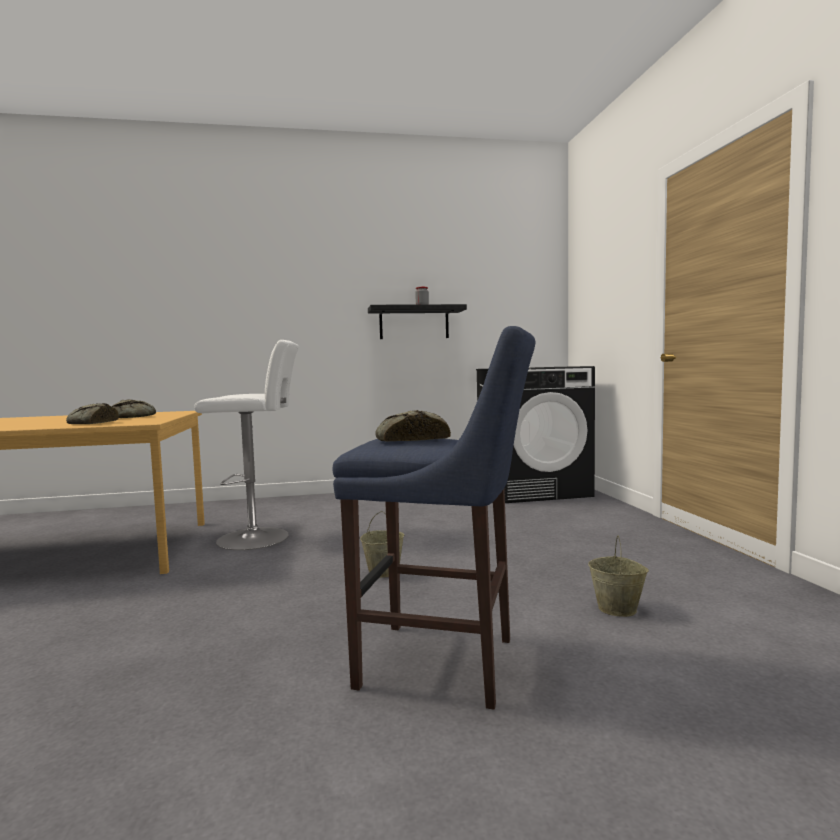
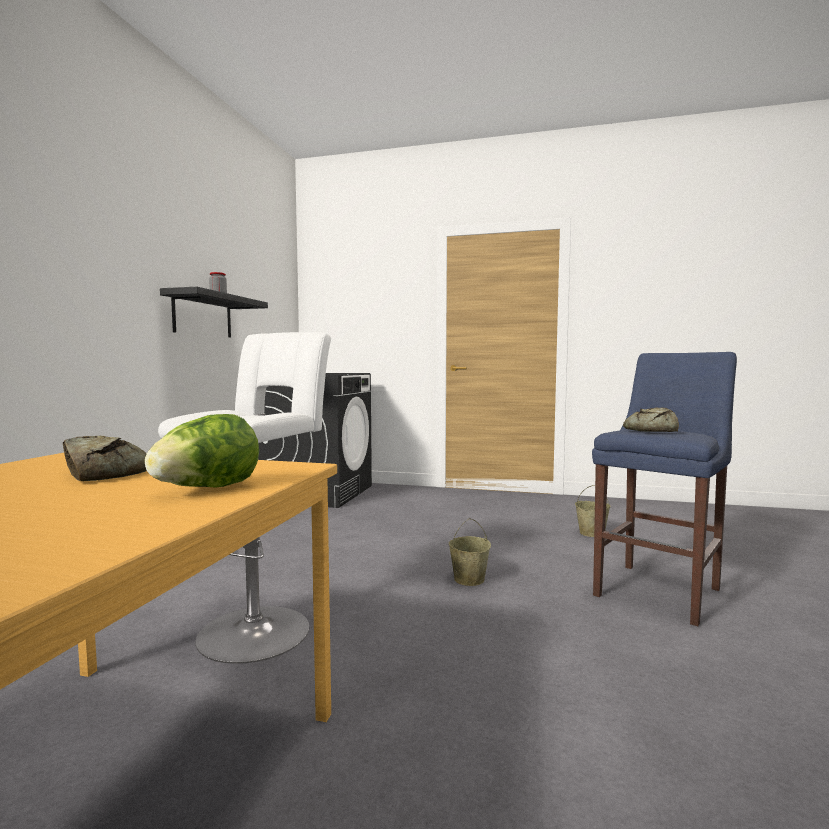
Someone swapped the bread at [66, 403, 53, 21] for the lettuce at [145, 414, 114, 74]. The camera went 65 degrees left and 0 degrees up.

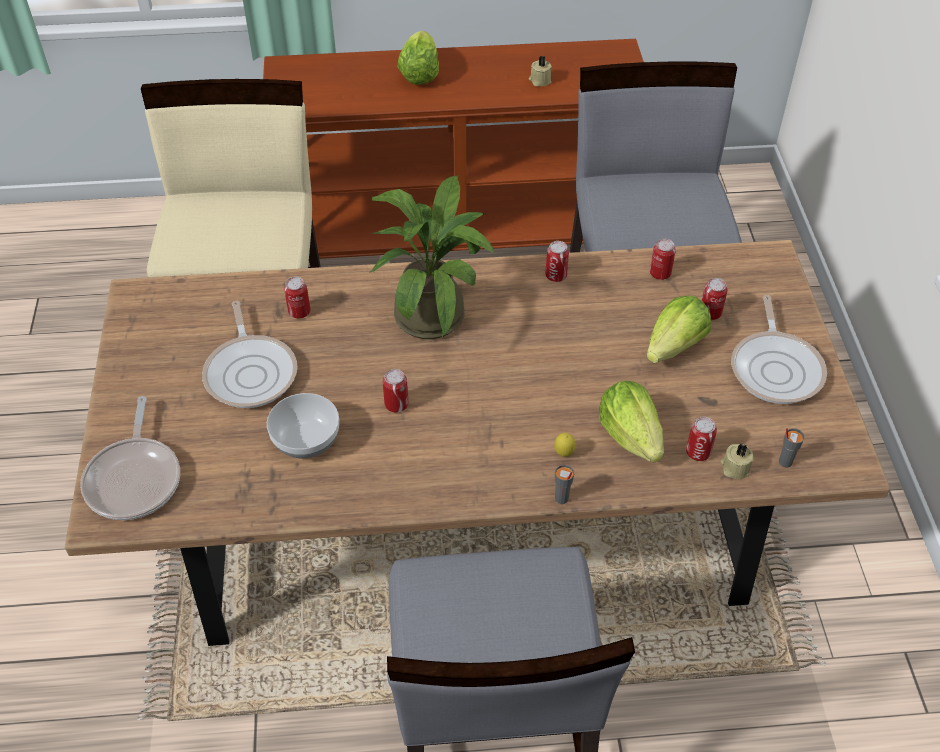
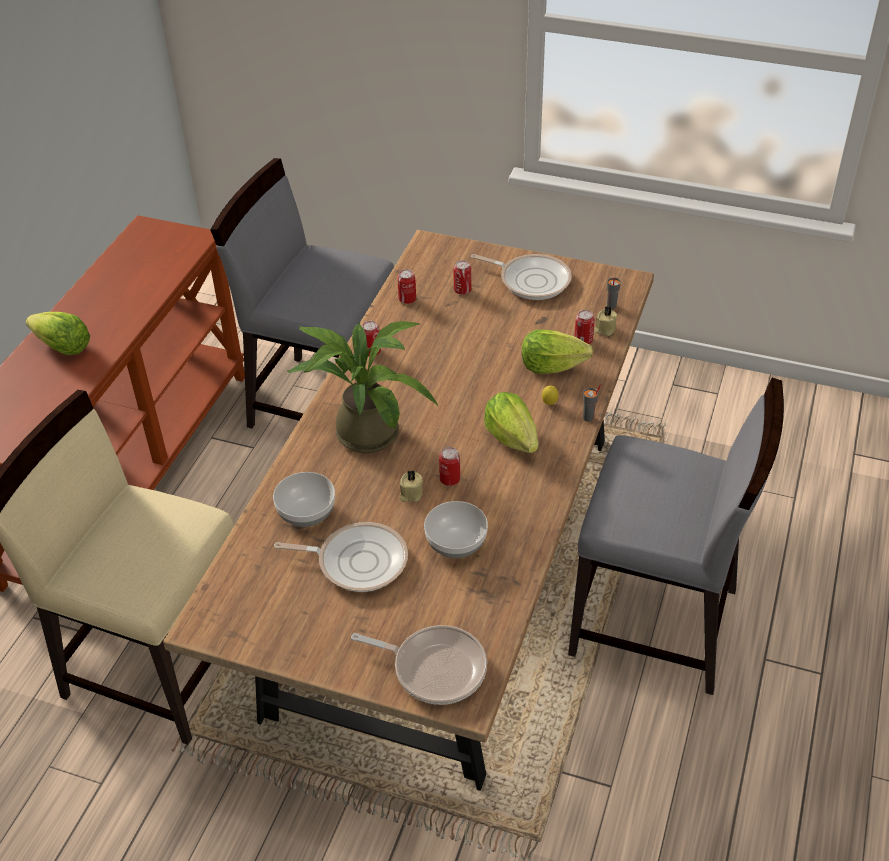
Someone carried the beige candle from [529, 55, 23, 31] to [399, 470, 24, 32]. Someone carried the lettuce from [647, 295, 64, 68] to [484, 392, 54, 61]. Someone swapped the can at [284, 277, 27, 42] for the bowl at [273, 472, 62, 55]. The camera went 65 degrees left and 5 degrees down.

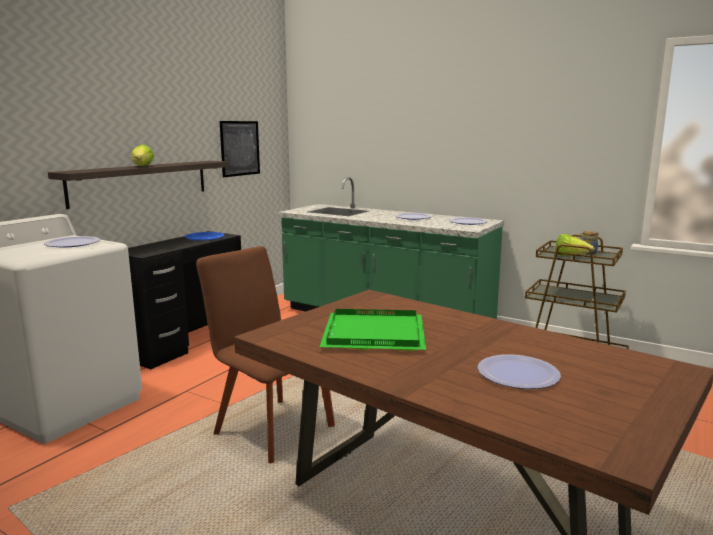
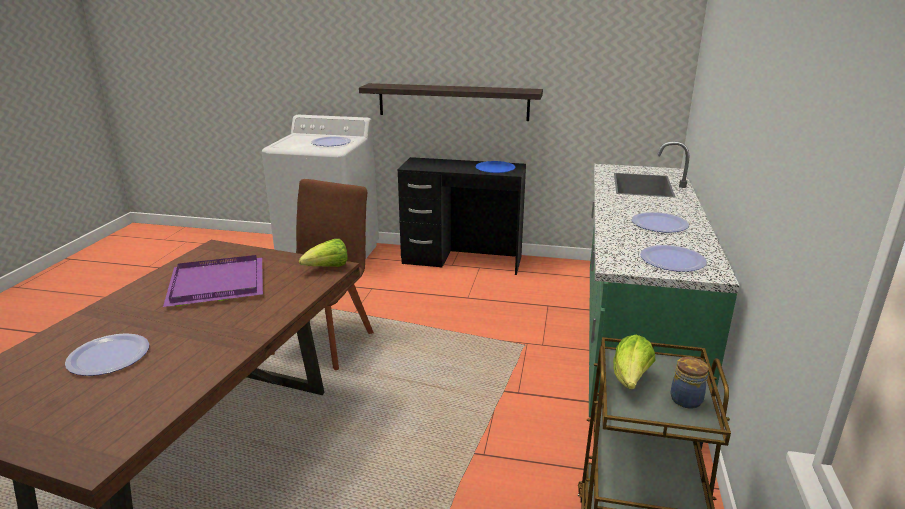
Someone took away the picture at [220, 121, 40, 56]. Someone carried the lettuce from [132, 144, 22, 22] to [299, 239, 49, 28]. Someone repainted the green tray at [319, 309, 107, 43], which became the purple tray at [163, 255, 100, 52]. The camera went 70 degrees right and 10 degrees up.

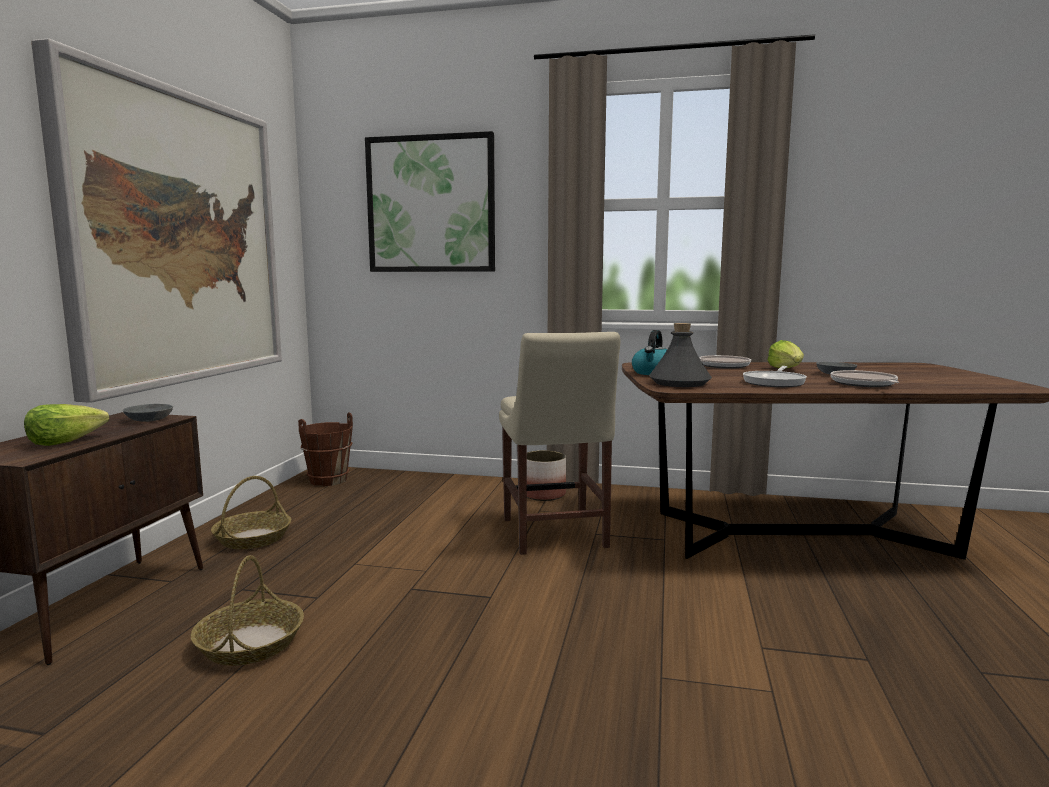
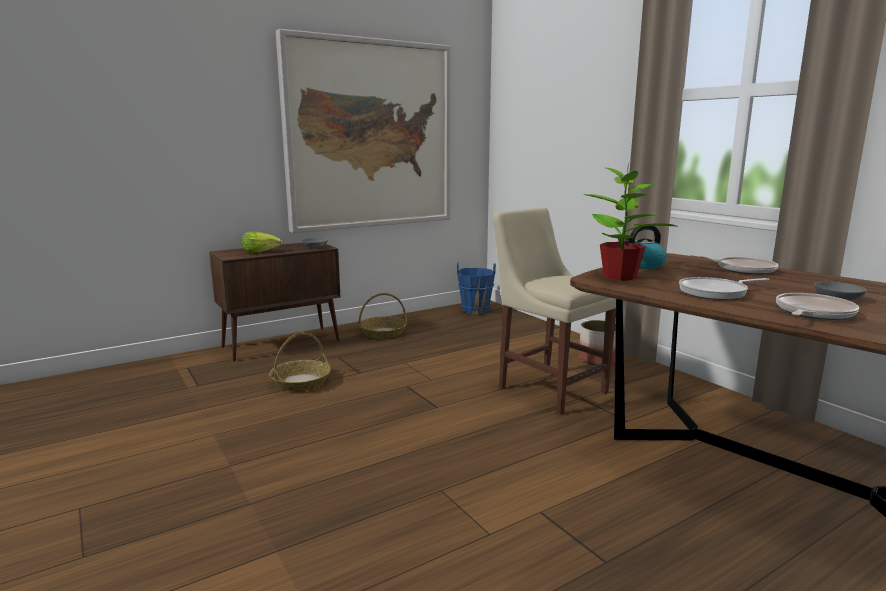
Someone took away the picture at [365, 131, 130, 141]. Someone took away the lettuce at [768, 340, 36, 28]. Someone swapped the grey bottle at [649, 323, 63, 64] for the potted plant at [584, 162, 92, 118]. Someone repainted the brown bucket at [298, 412, 55, 74], which became the blue bucket at [457, 263, 39, 52]. Someone rotated the beige chair at [499, 332, 121, 223] by 105 degrees clockwise. The camera went 45 degrees right and 5 degrees up.

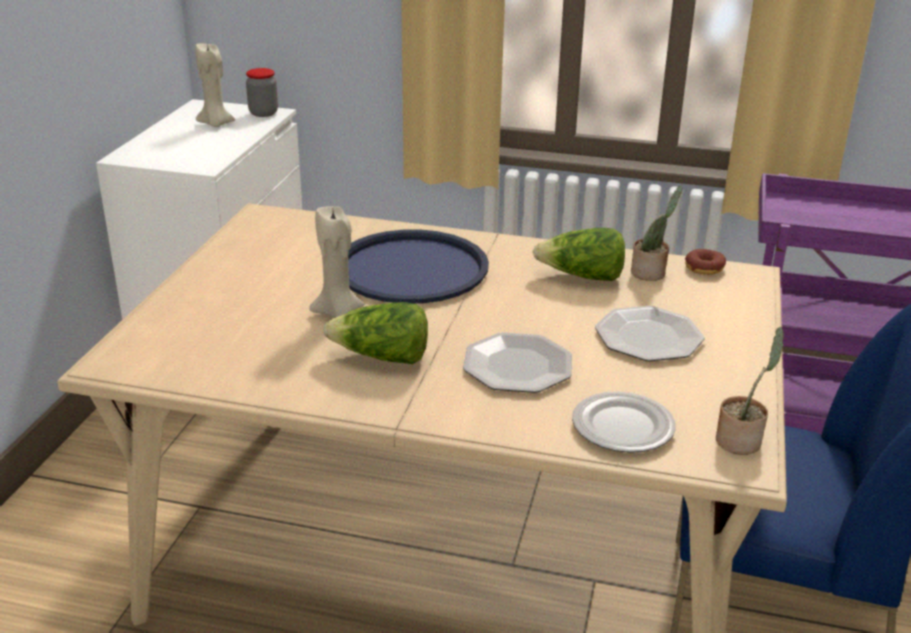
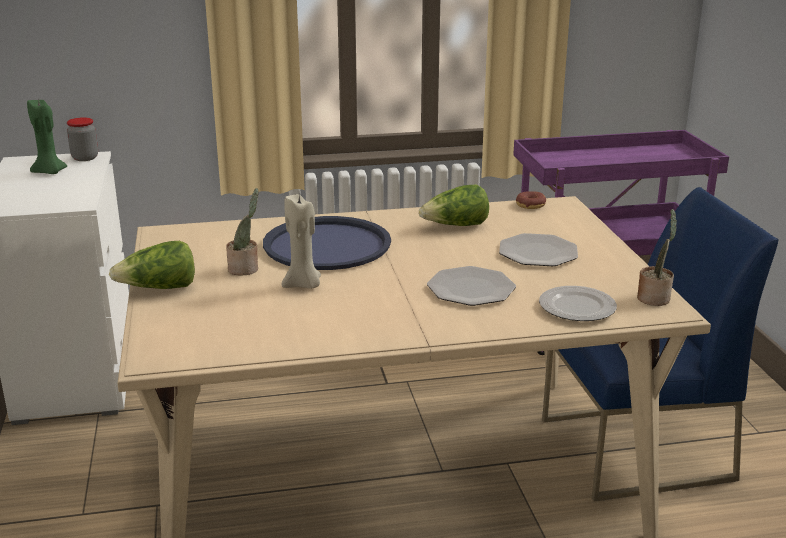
Someone carried the lettuce from [323, 302, 105, 62] to [109, 241, 86, 48]. Someone carried the potted plant from [631, 185, 51, 96] to [226, 188, 33, 88]. Someone repainted the beige candle at [195, 42, 40, 85], which became the green candle at [27, 99, 41, 75]. The camera went 25 degrees left and 5 degrees down.

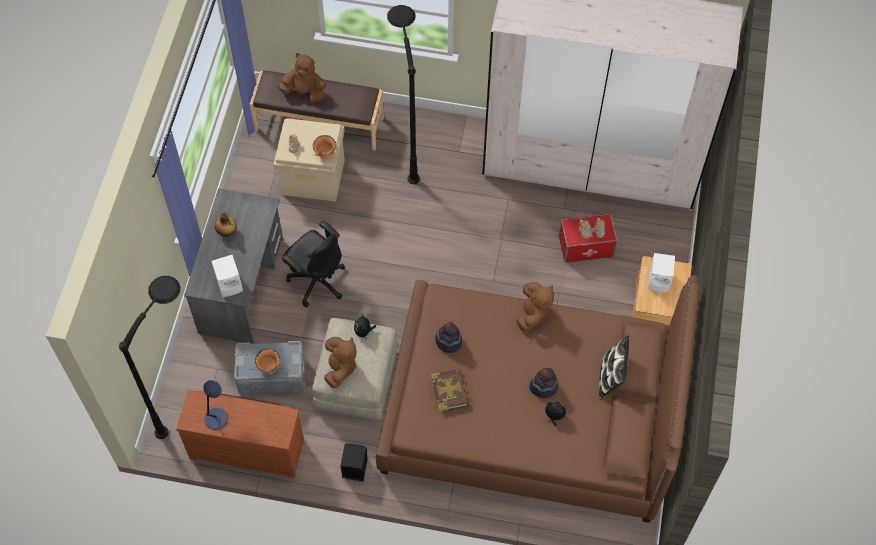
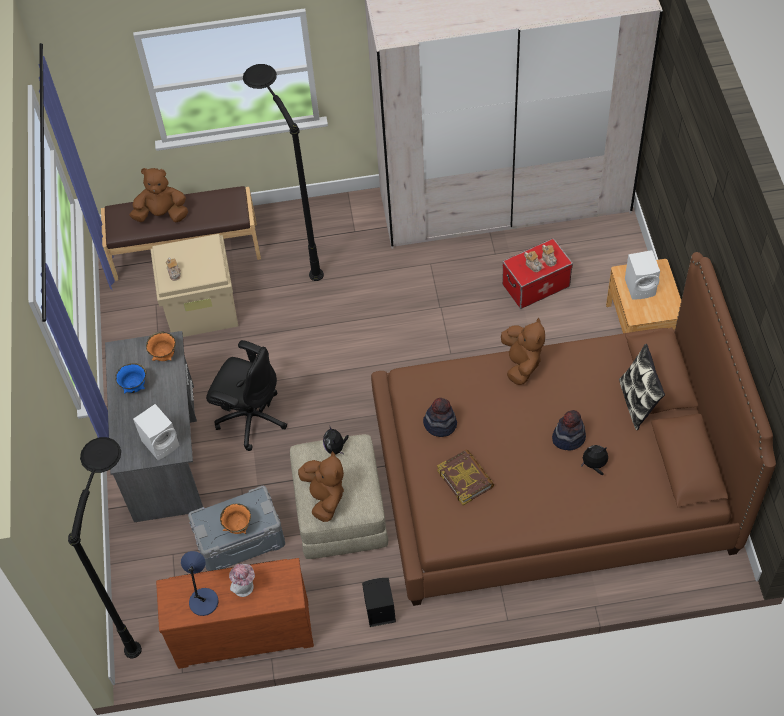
Someone put down the hat at [229, 564, 26, 33]. Someone carried the orange bowl from [313, 135, 24, 25] to [146, 332, 30, 29]. Someone swapped the bottle at [215, 212, 22, 25] for the blue bowl at [115, 363, 32, 30]. The camera went 15 degrees left and 5 degrees down.

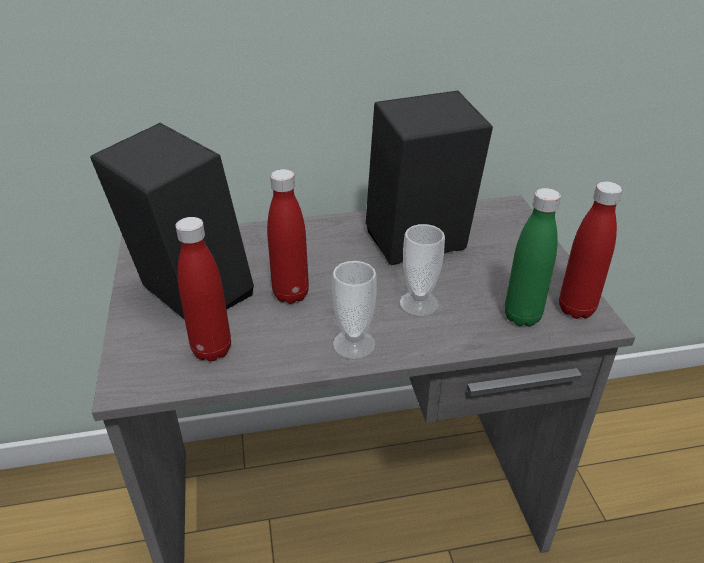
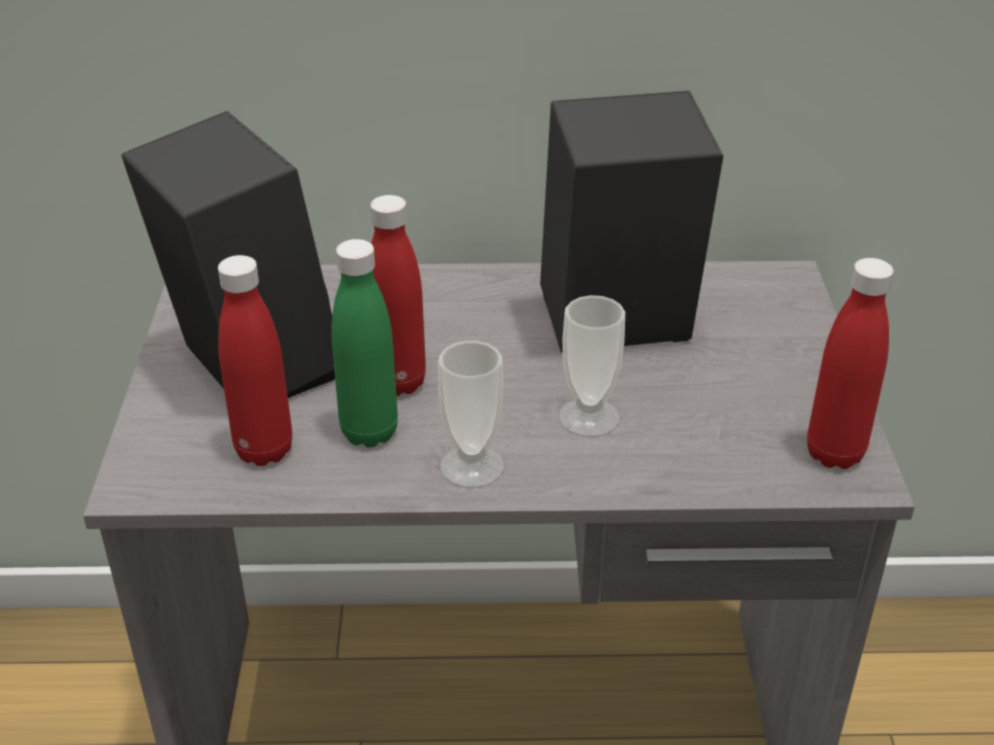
Someone carried the green bottle from [505, 188, 56, 139] to [331, 239, 67, 209]. The camera went 10 degrees right and 0 degrees up.

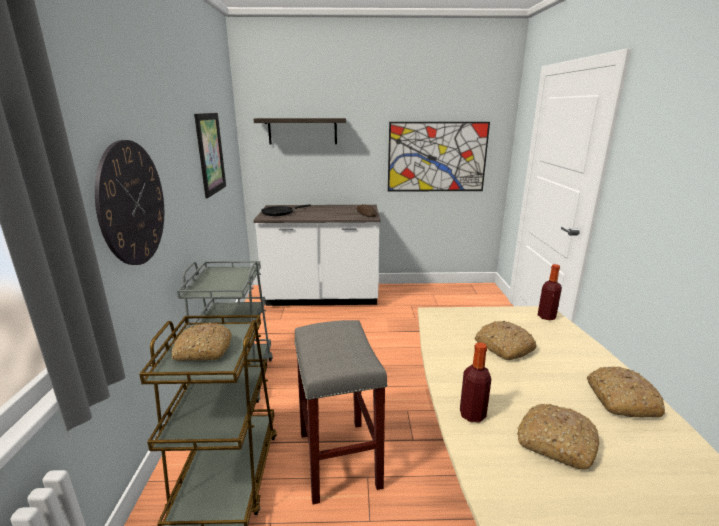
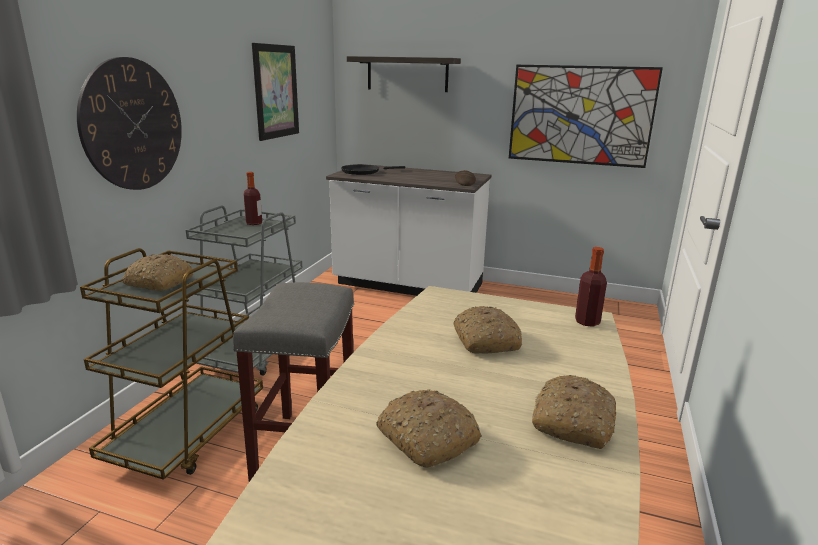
Someone carried the bottle from [460, 342, 31, 80] to [243, 172, 19, 53]. The camera went 20 degrees right and 0 degrees up.

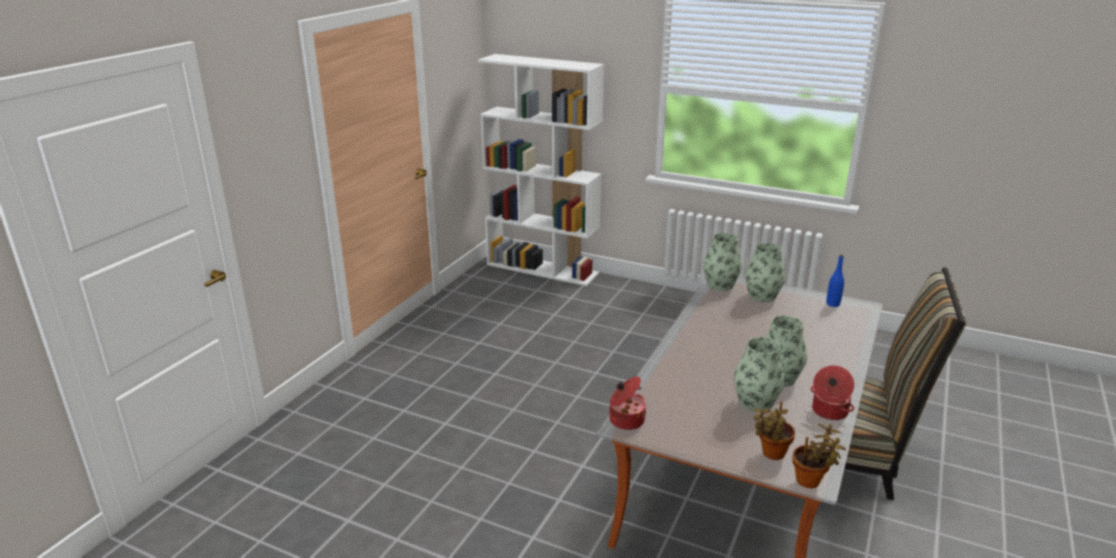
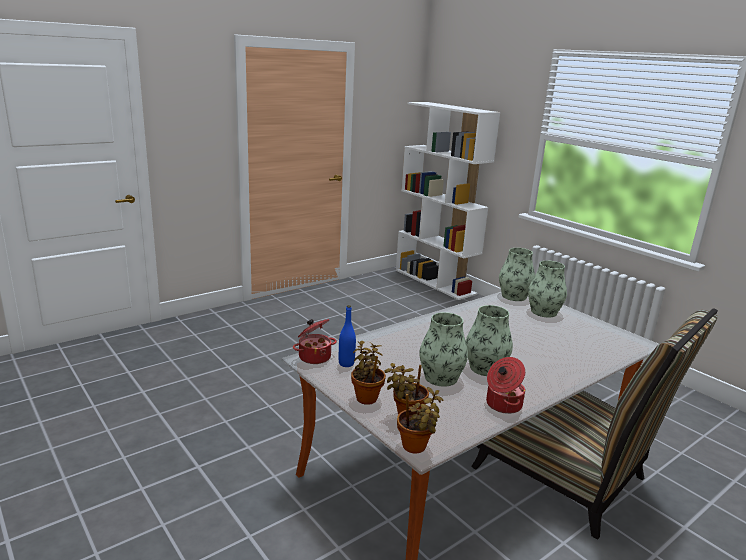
Someone put down the potted plant at [351, 341, 35, 64]. Someone carried the blue bottle from [826, 255, 18, 52] to [339, 305, 17, 62]. The camera went 25 degrees right and 5 degrees down.

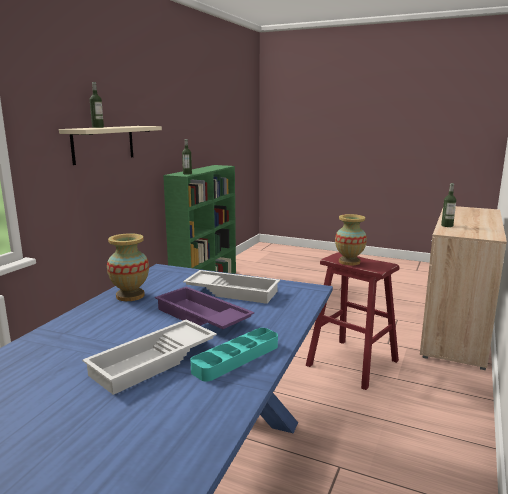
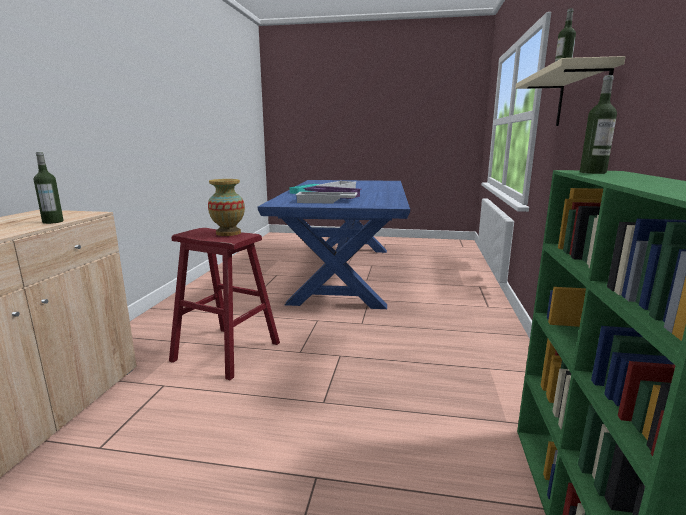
Someone took away the vase at [107, 233, 42, 68]. The camera went 165 degrees right and 0 degrees up.

